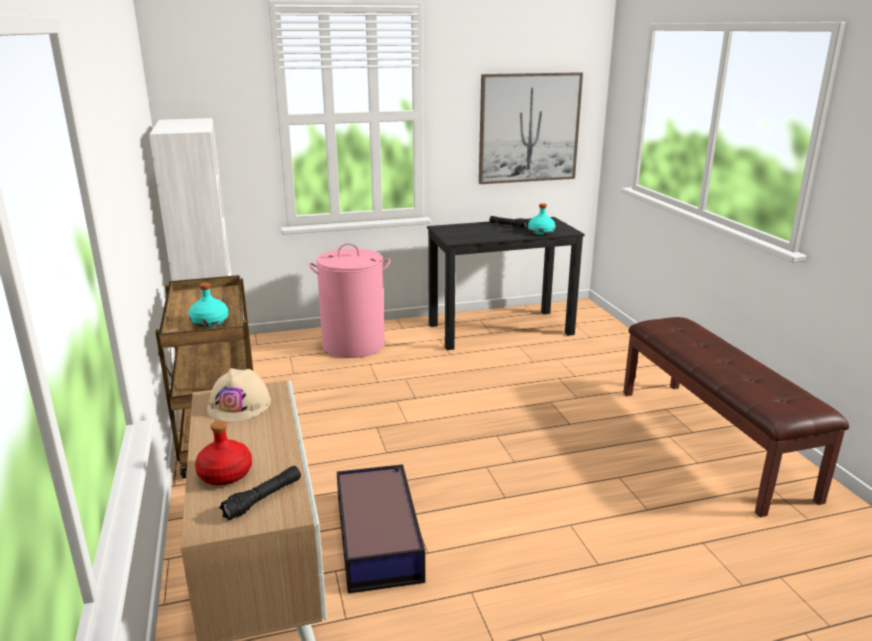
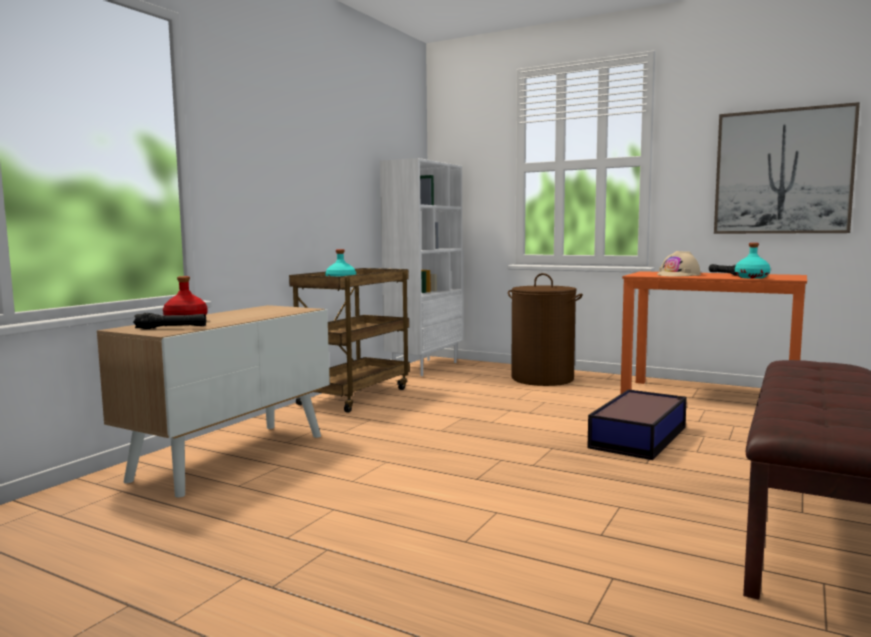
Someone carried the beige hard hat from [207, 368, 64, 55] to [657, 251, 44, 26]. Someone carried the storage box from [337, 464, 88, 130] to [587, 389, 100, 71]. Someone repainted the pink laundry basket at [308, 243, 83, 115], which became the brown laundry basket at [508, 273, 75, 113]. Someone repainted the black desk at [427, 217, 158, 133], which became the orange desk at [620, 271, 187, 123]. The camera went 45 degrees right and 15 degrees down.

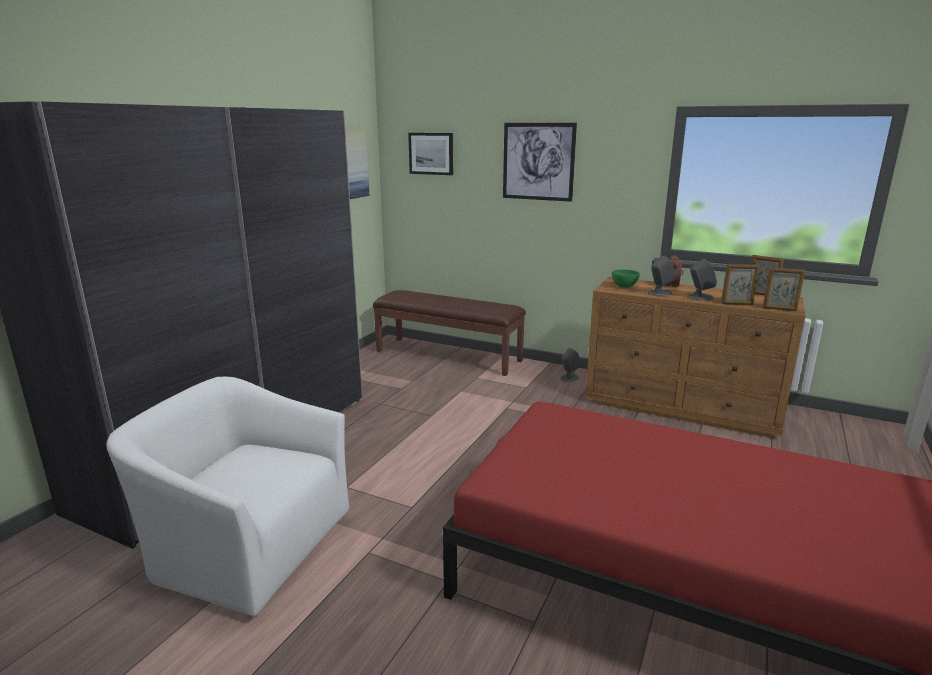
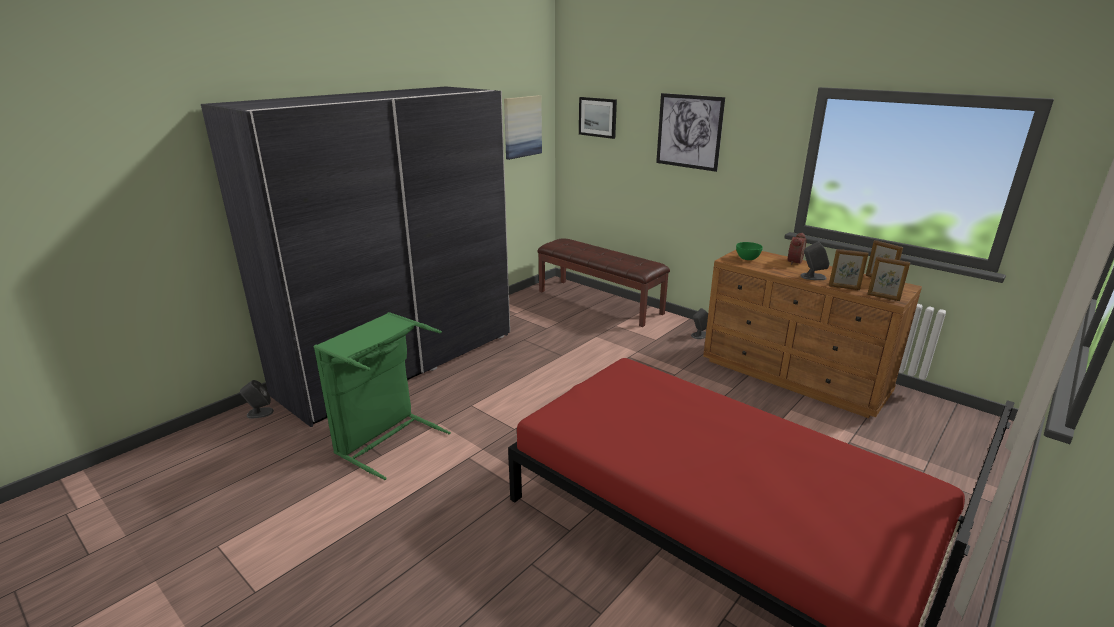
Someone carried the grey speaker from [648, 256, 27, 40] to [240, 380, 34, 39]. Someone swapped the white armchair at [106, 377, 243, 243] for the green laundry basket at [314, 312, 137, 168]. The camera went 15 degrees right and 5 degrees up.

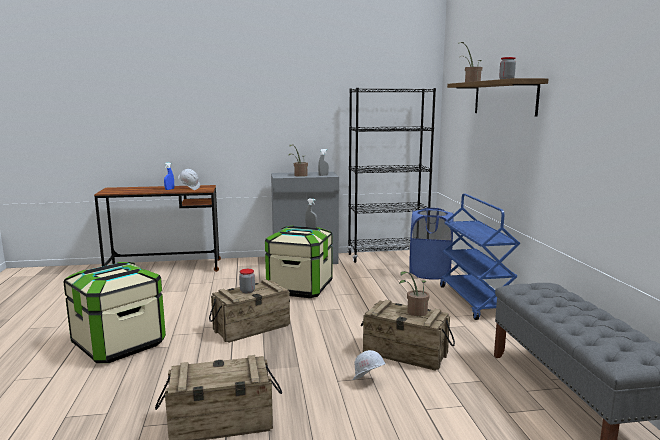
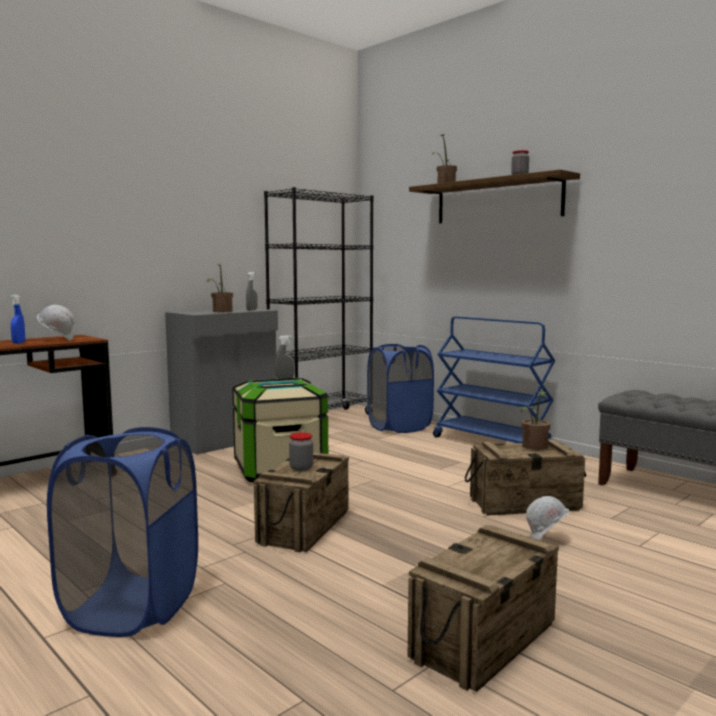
Someone swapped the storage box at [64, 262, 102, 101] for the blue laundry basket at [47, 427, 151, 210]. The camera went 35 degrees left and 5 degrees down.

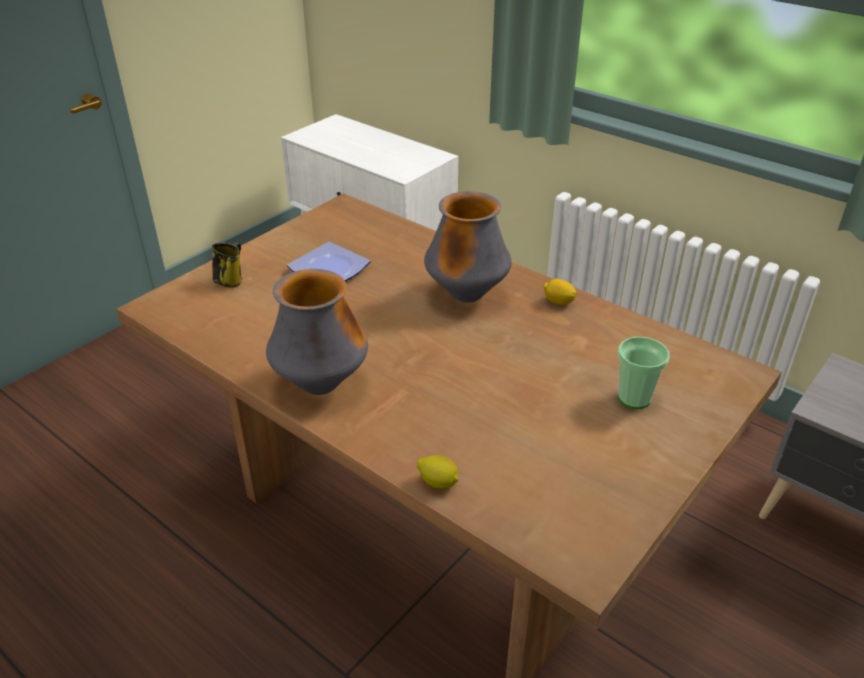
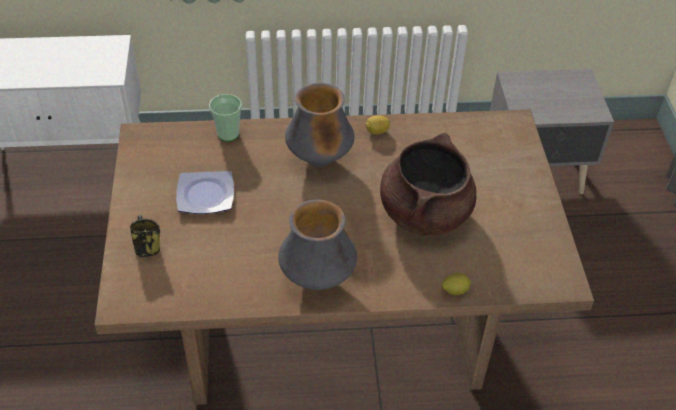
Someone put down the brown cooking pot at [380, 133, 96, 103]. Someone carried the cup from [618, 336, 52, 73] to [209, 94, 33, 48]. The camera went 45 degrees left and 10 degrees up.

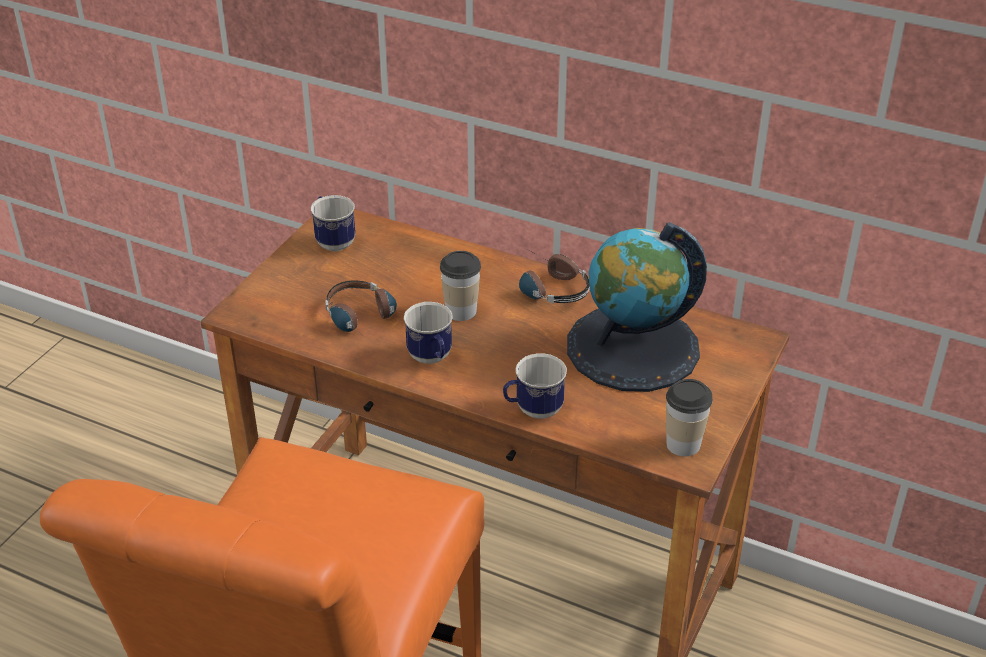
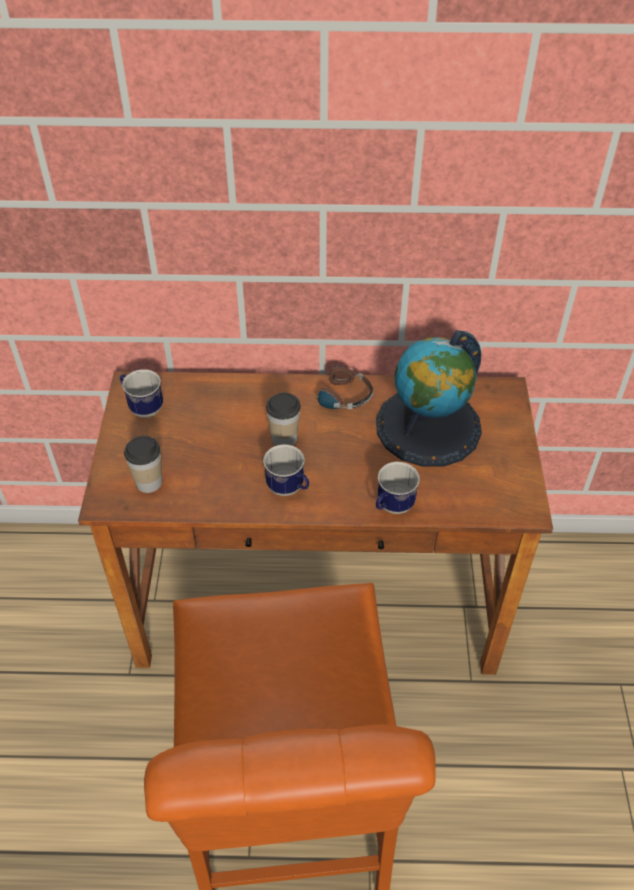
Someone took away the headphones at [325, 281, 72, 58]. Someone carried the cup from [666, 379, 47, 77] to [124, 436, 38, 57]. The camera went 25 degrees left and 10 degrees up.

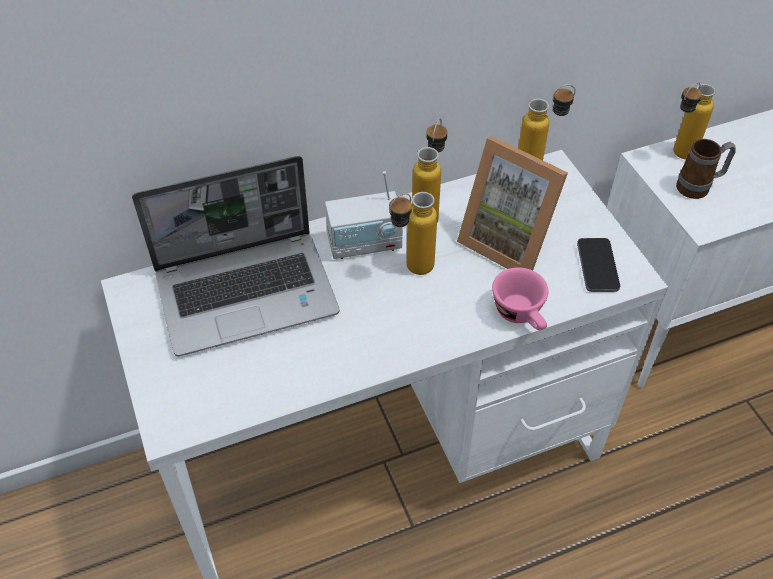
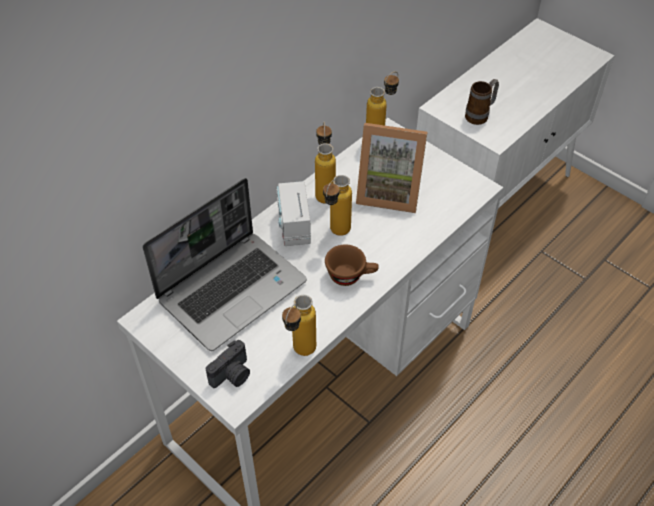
Someone took away the pink cup at [492, 267, 57, 63]. Someone took away the phone at [577, 238, 43, 54]. Someone put down the photo camera at [206, 340, 44, 48]. Someone put down the brown cup at [325, 244, 54, 42]. Someone carried the bottle from [673, 82, 43, 77] to [282, 295, 34, 61]. Someone rotated the radio at [325, 171, 78, 88] by 120 degrees clockwise. The camera went 25 degrees left and 0 degrees up.

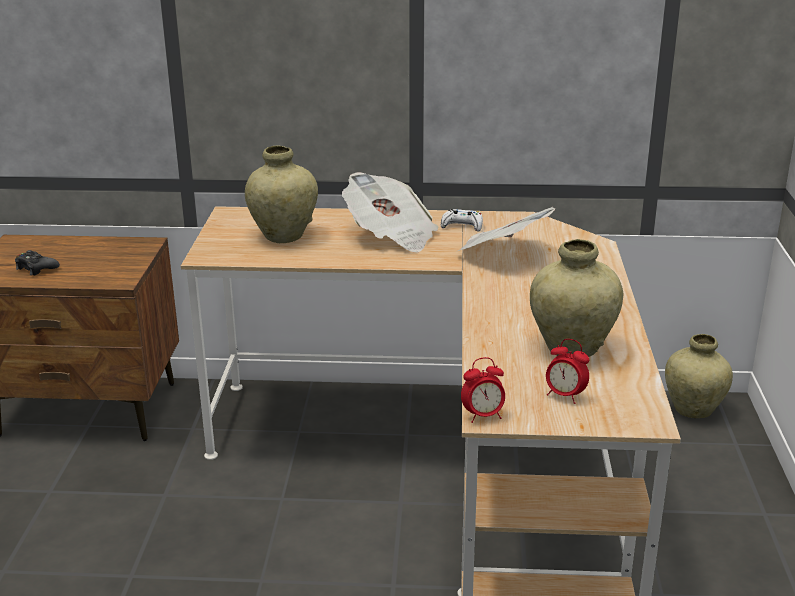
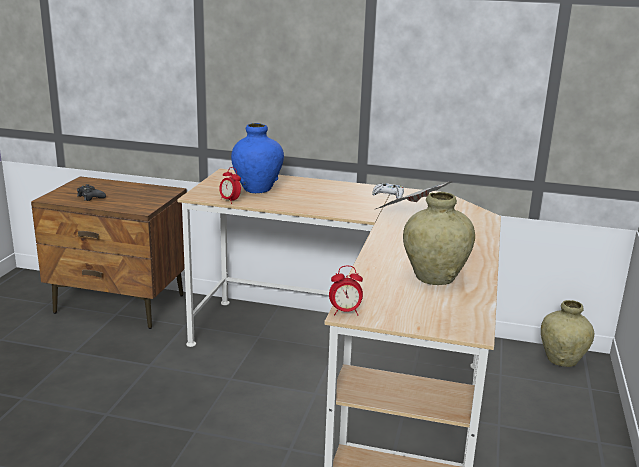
Someone took away the newspaper at [342, 172, 97, 81]. Someone carried the alarm clock from [546, 339, 43, 65] to [219, 167, 22, 37]. Someone repainted the beige vase at [245, 145, 73, 98], which became the blue vase at [231, 123, 53, 70]. The camera went 10 degrees right and 5 degrees down.

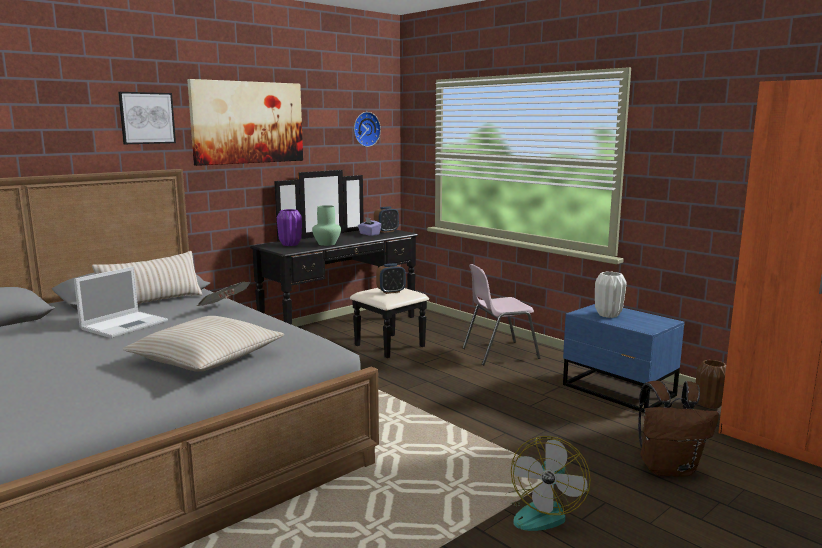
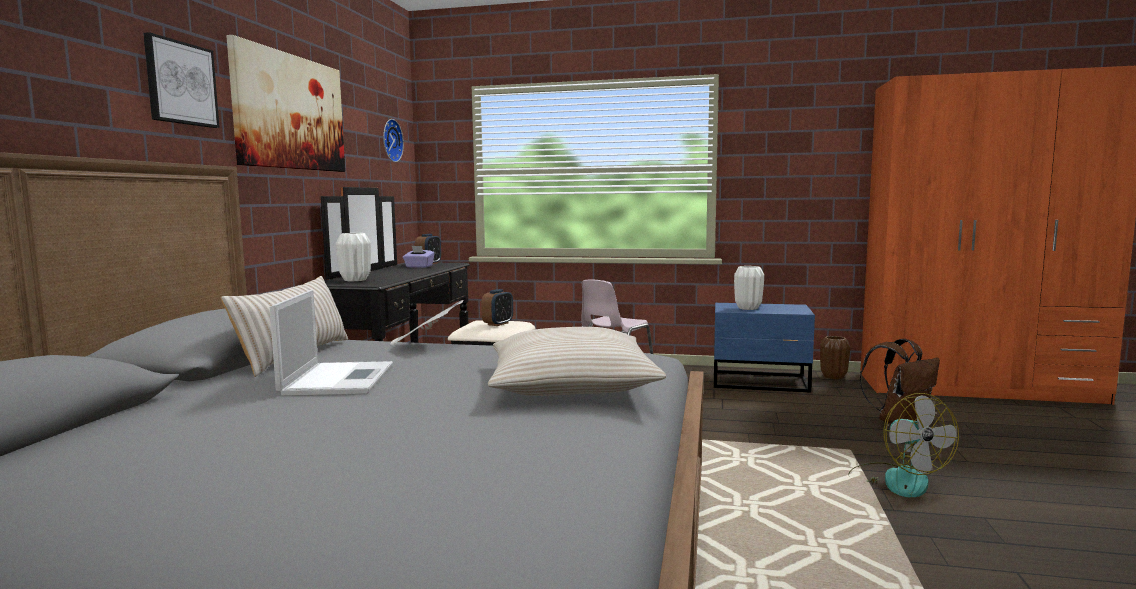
Someone took away the green vase at [312, 205, 29, 41]. Someone repainted the purple vase at [277, 209, 25, 37], which became the white vase at [336, 233, 35, 48]. The camera went 35 degrees left and 5 degrees down.

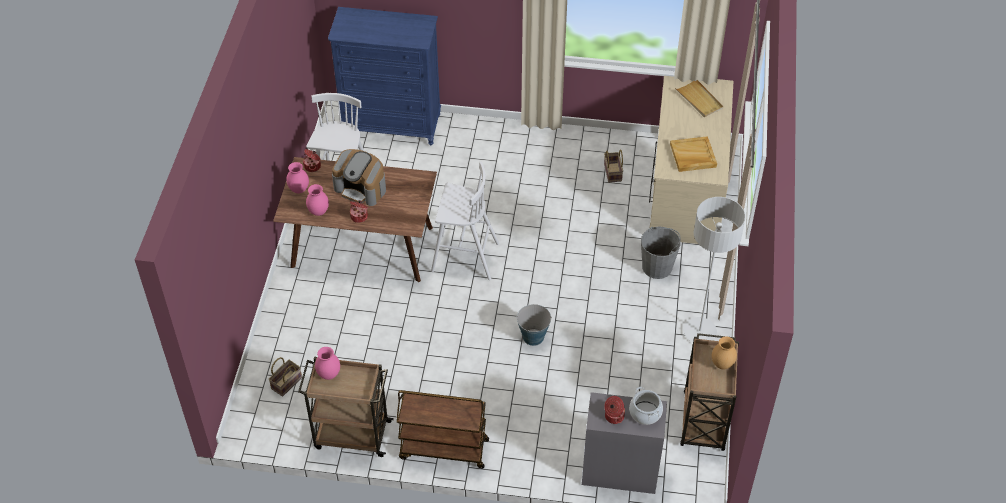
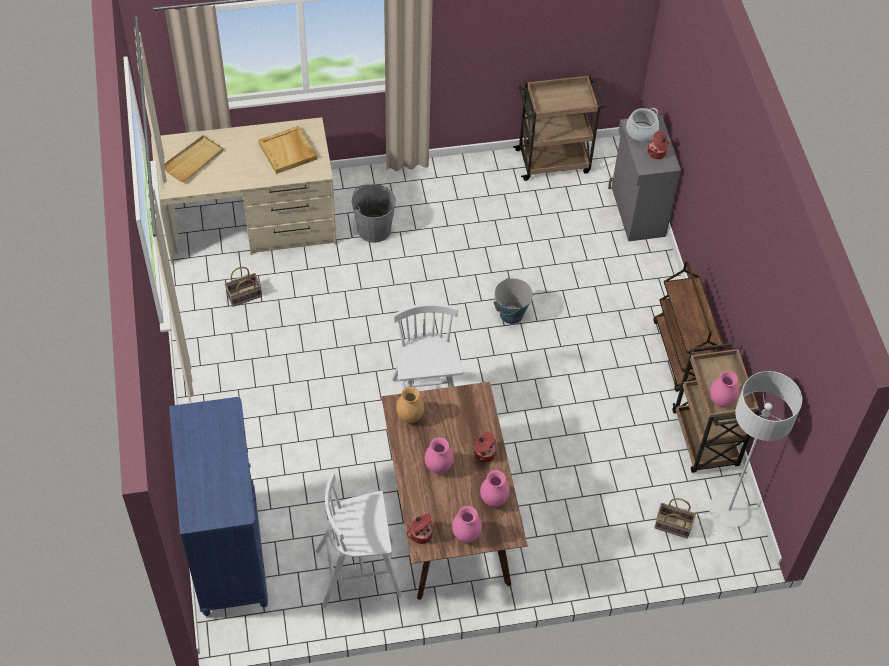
Someone carried the grey floor lamp from [683, 197, 63, 145] to [709, 371, 93, 157]. Someone carried the brown vase from [712, 336, 25, 33] to [396, 387, 29, 36]. Someone swapped the coffee machine at [332, 149, 54, 57] for the pink vase at [425, 437, 29, 37]. The camera went 110 degrees left and 5 degrees up.

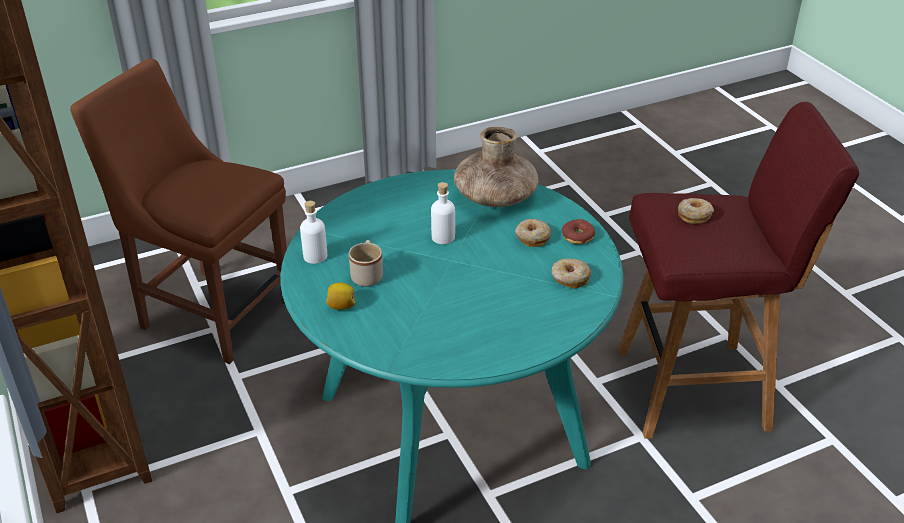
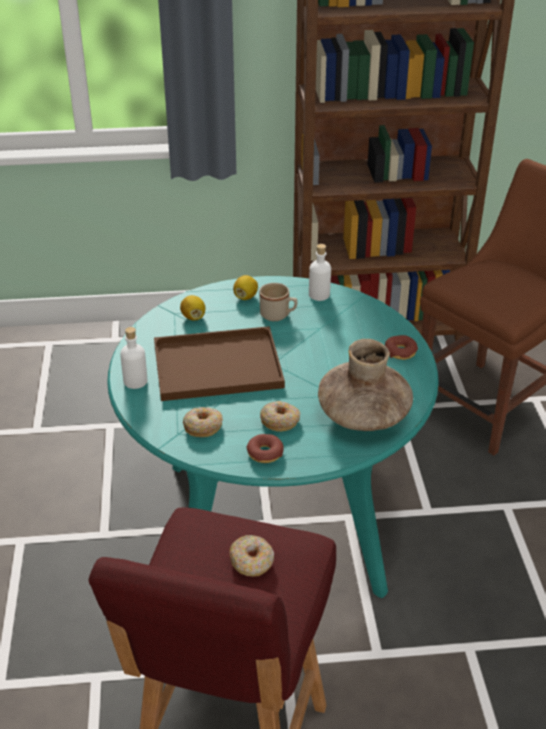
Someone put down the brown tray at [154, 326, 131, 75]. Someone put down the lemon at [180, 295, 25, 26]. Someone put down the donut at [385, 335, 33, 25]. Someone carried the white bottle from [431, 182, 24, 62] to [120, 327, 27, 62]. The camera went 110 degrees right and 0 degrees up.

